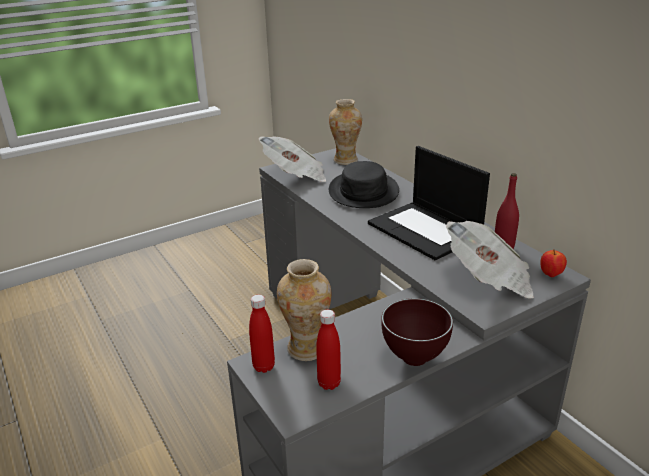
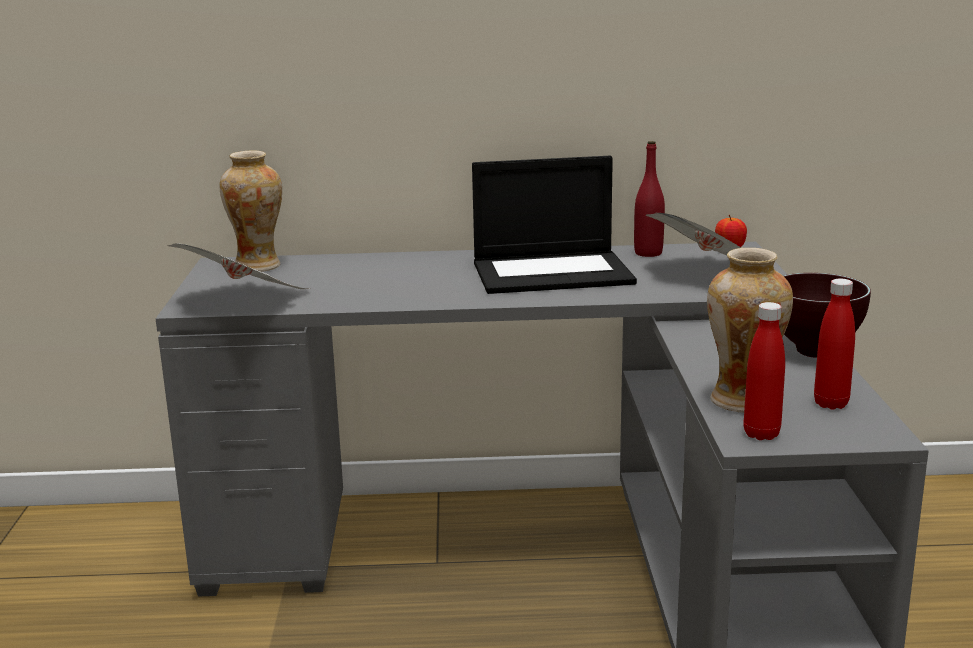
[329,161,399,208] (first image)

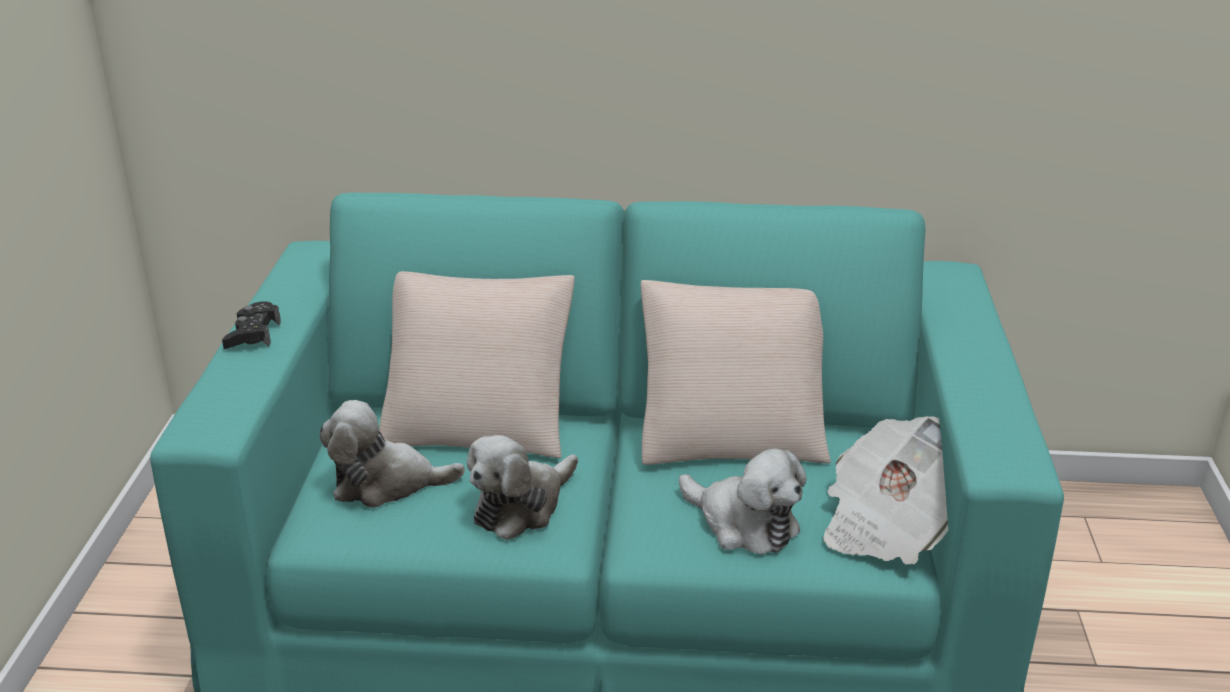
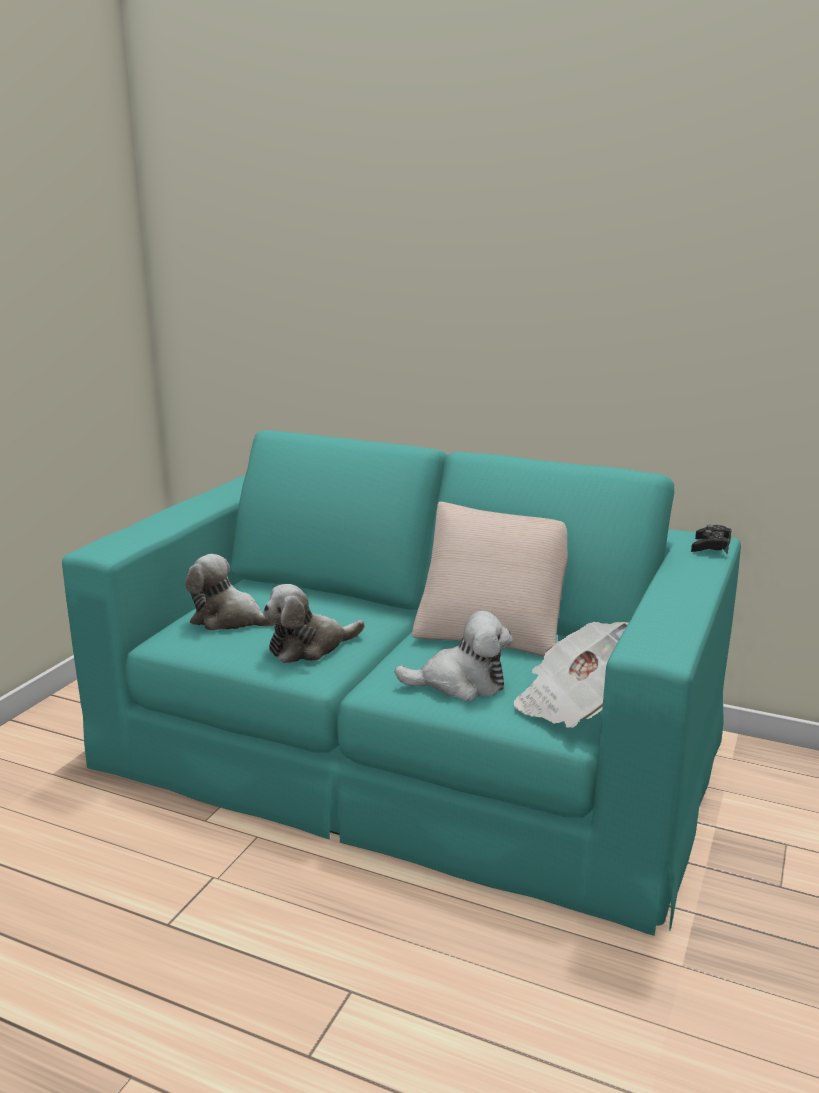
[379,271,575,458] (first image)
[691,525,732,554]
[395,610,513,701]

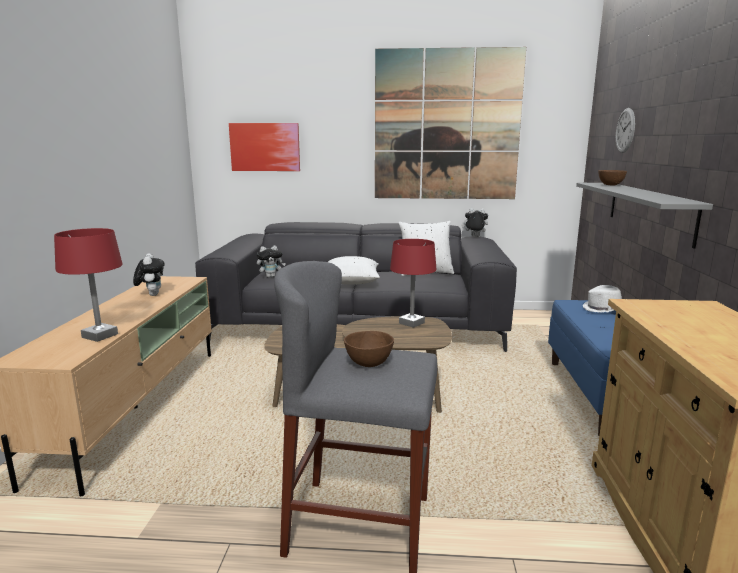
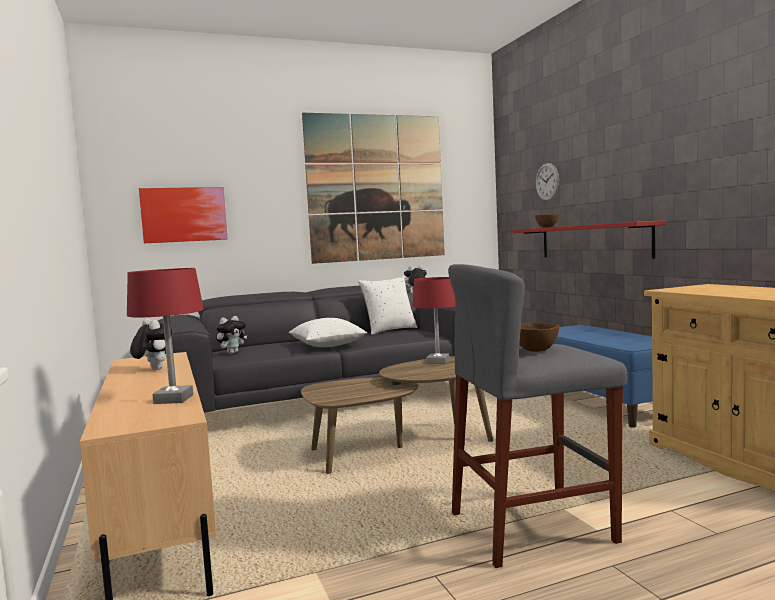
[583,285,622,313] (first image)
[513,220,666,259]

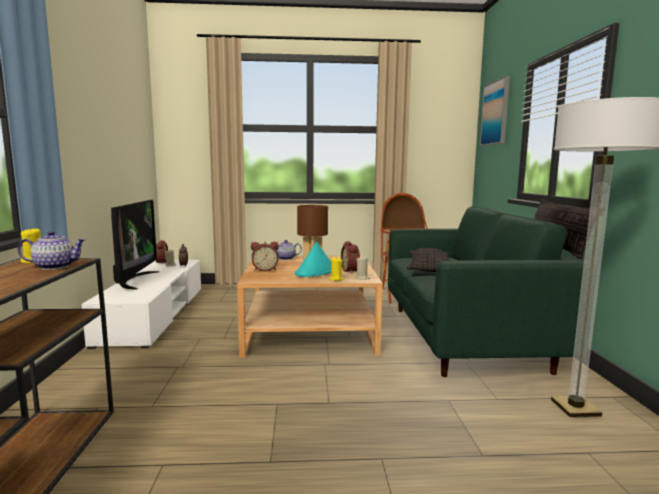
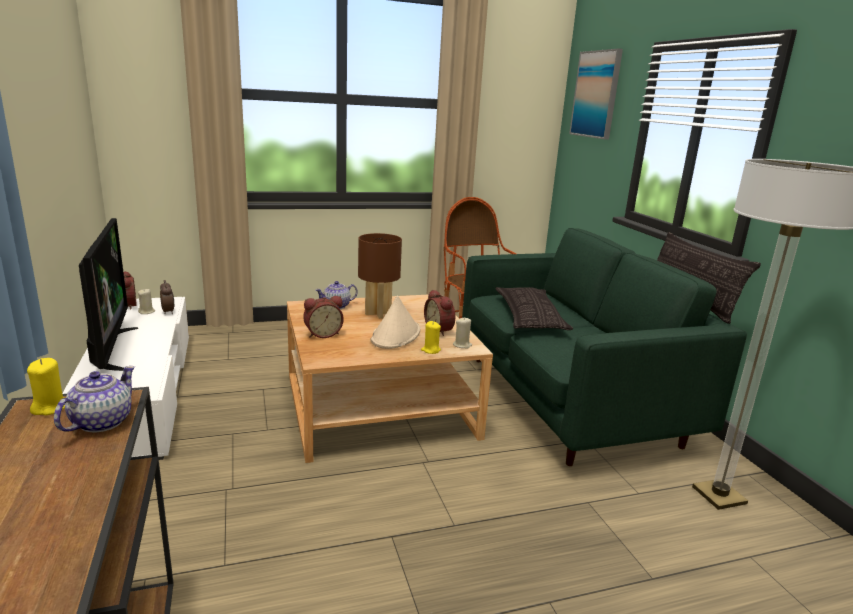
[370,295,420,349]
[54,366,135,432]

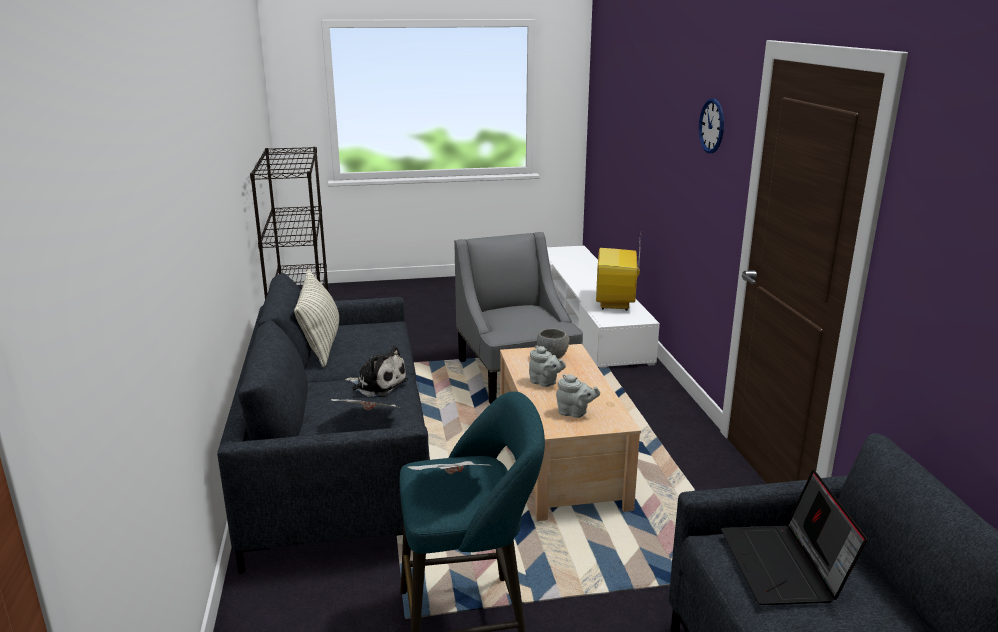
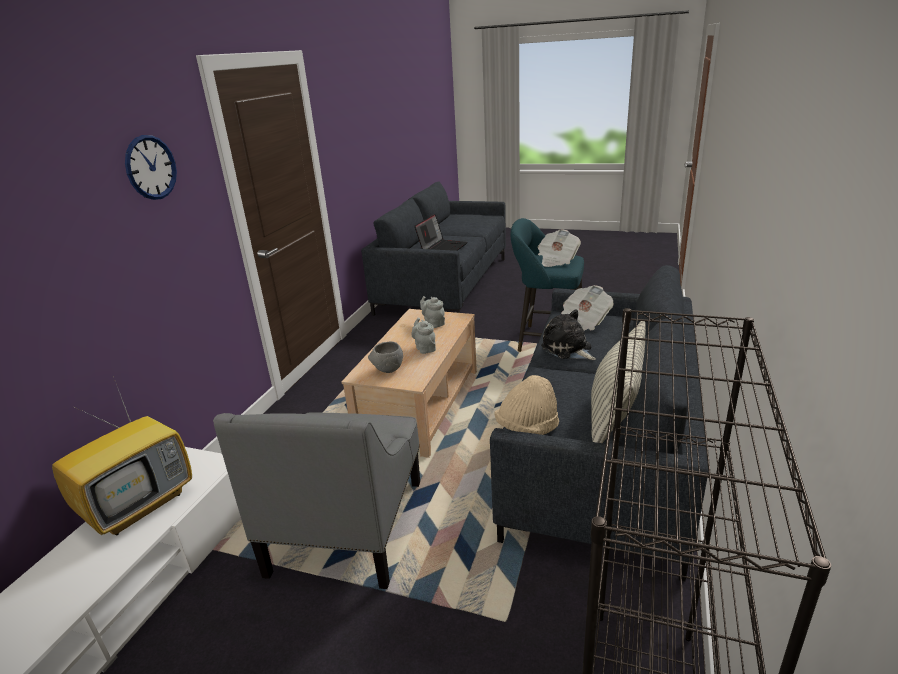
[494,375,559,435]

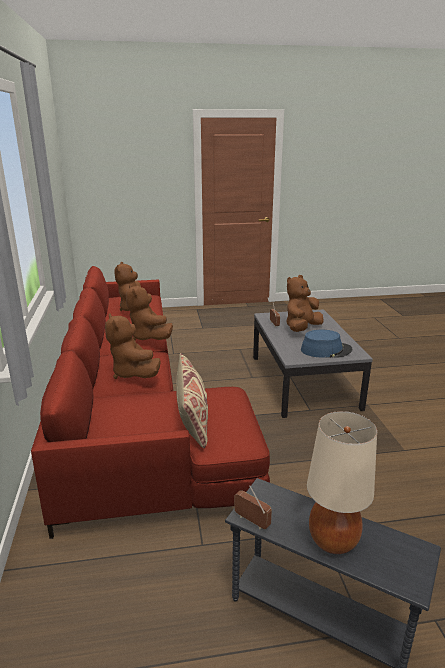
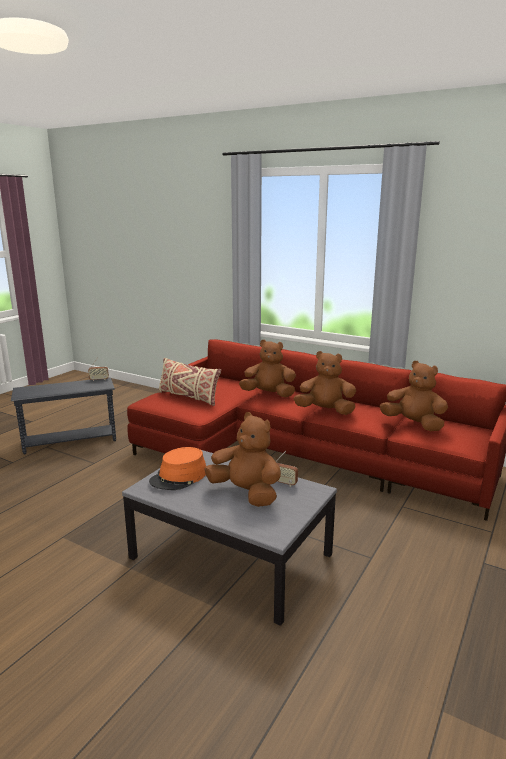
[307,411,377,554] (first image)
[149,447,206,490]
[205,412,281,507]

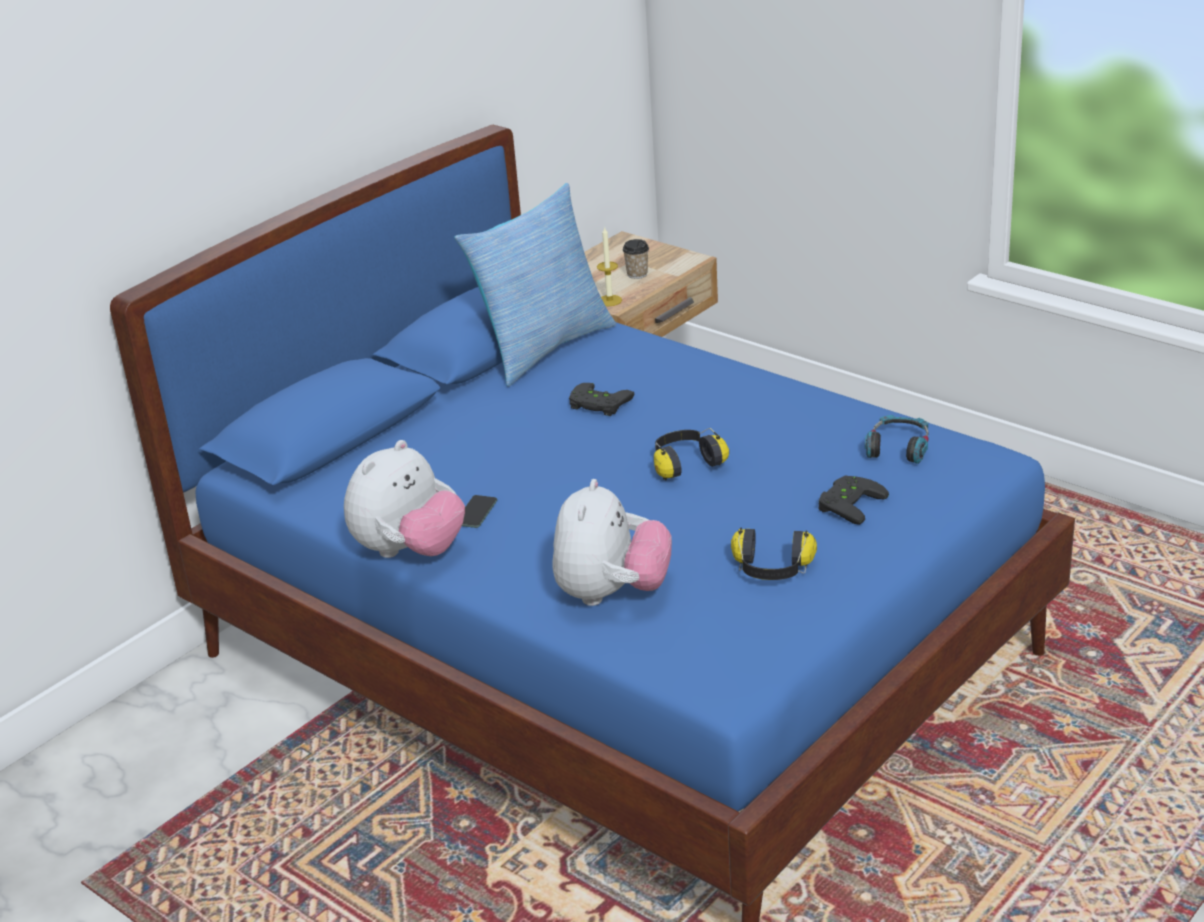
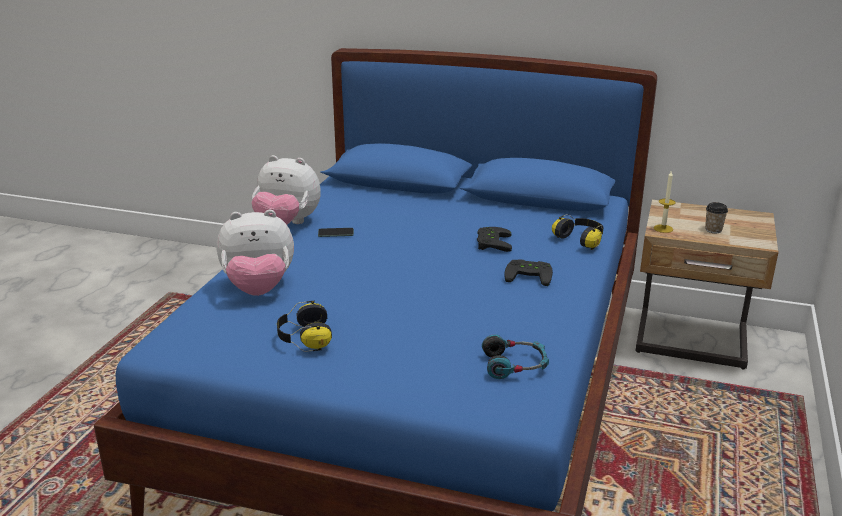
[454,183,616,387] (first image)
[552,214,604,250]
[504,260,553,286]

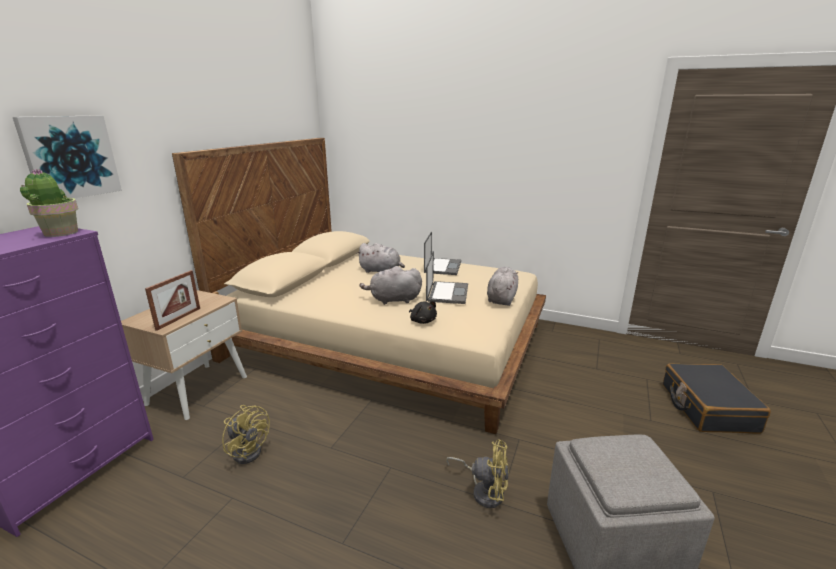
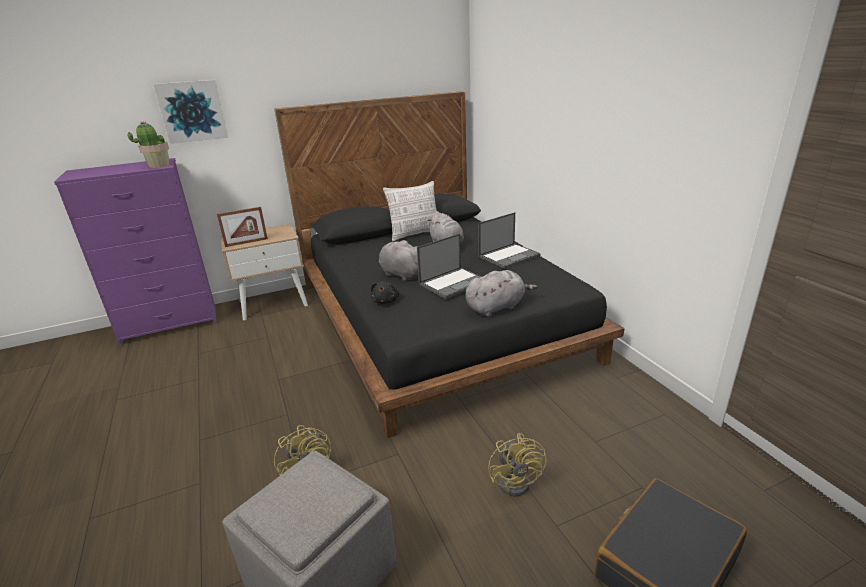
[383,181,437,241]
[488,433,547,497]
[274,91,624,438]

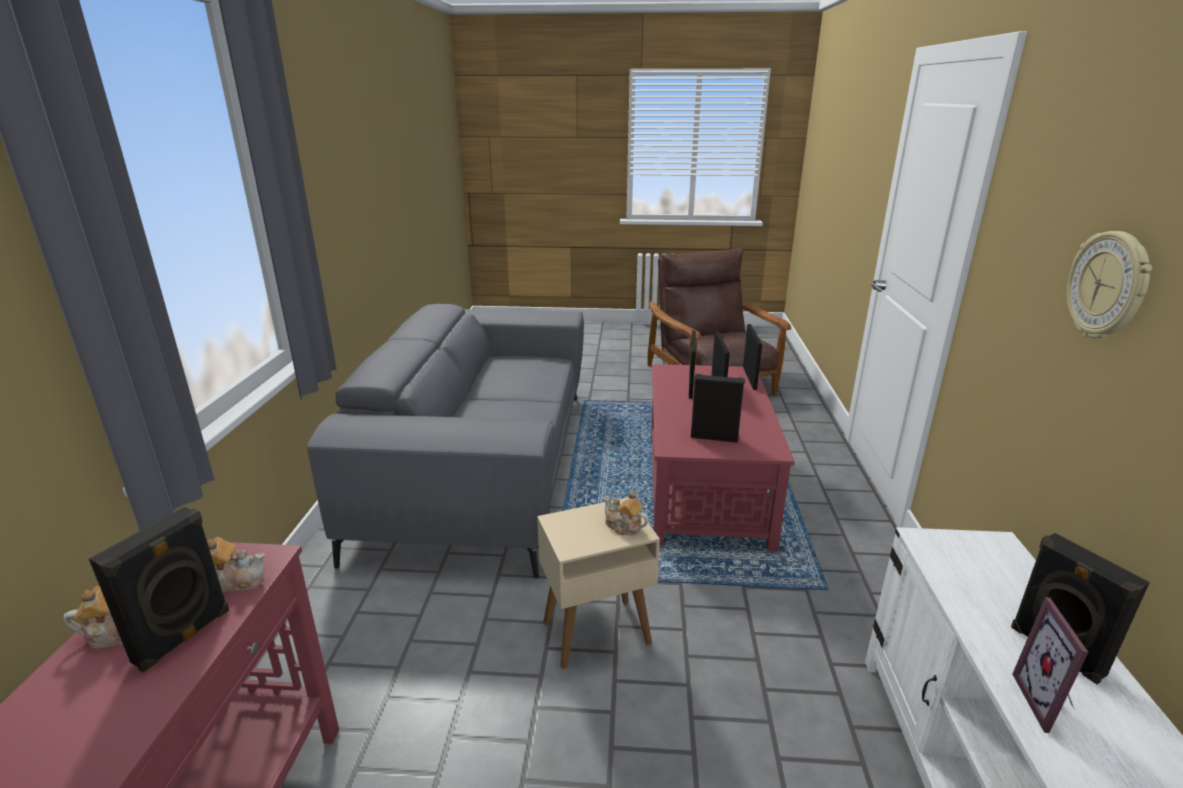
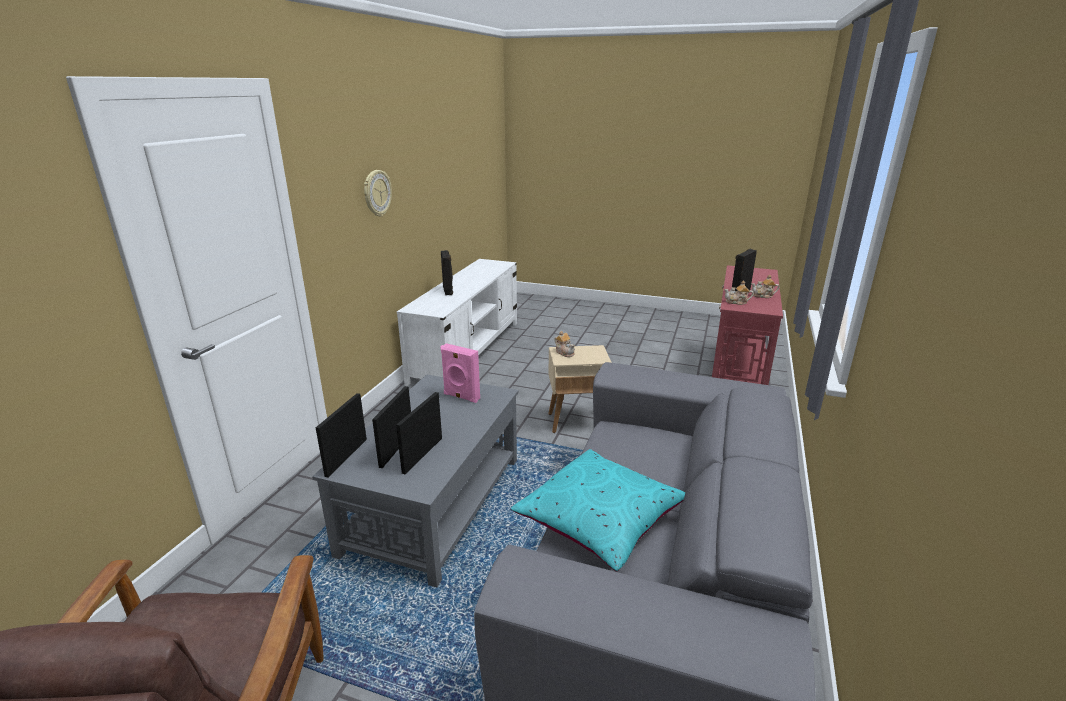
[1012,597,1088,733] (first image)
[511,449,685,572]
[312,375,519,588]
[440,343,480,403]

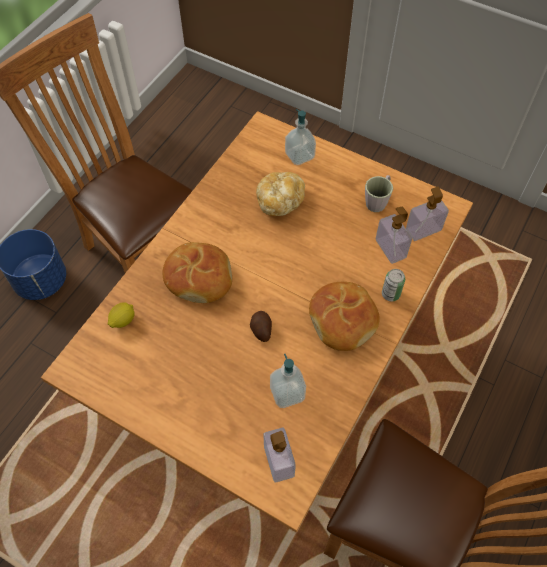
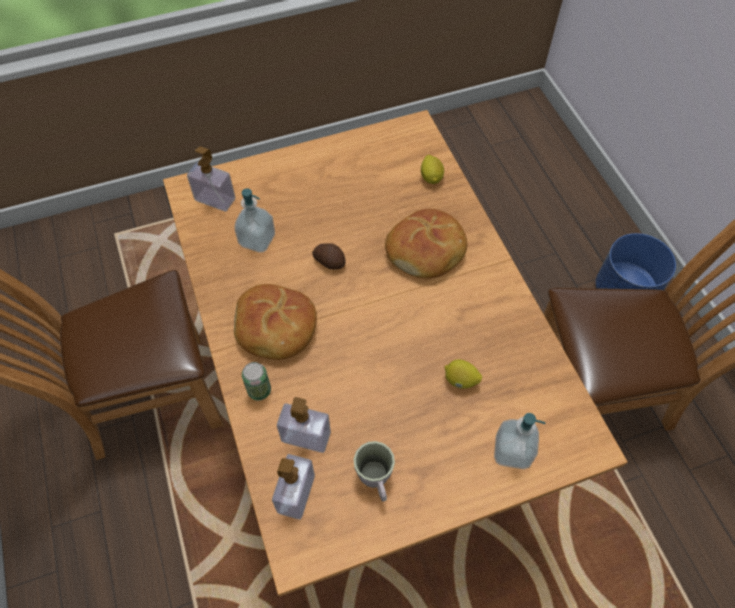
[444,359,482,389]

